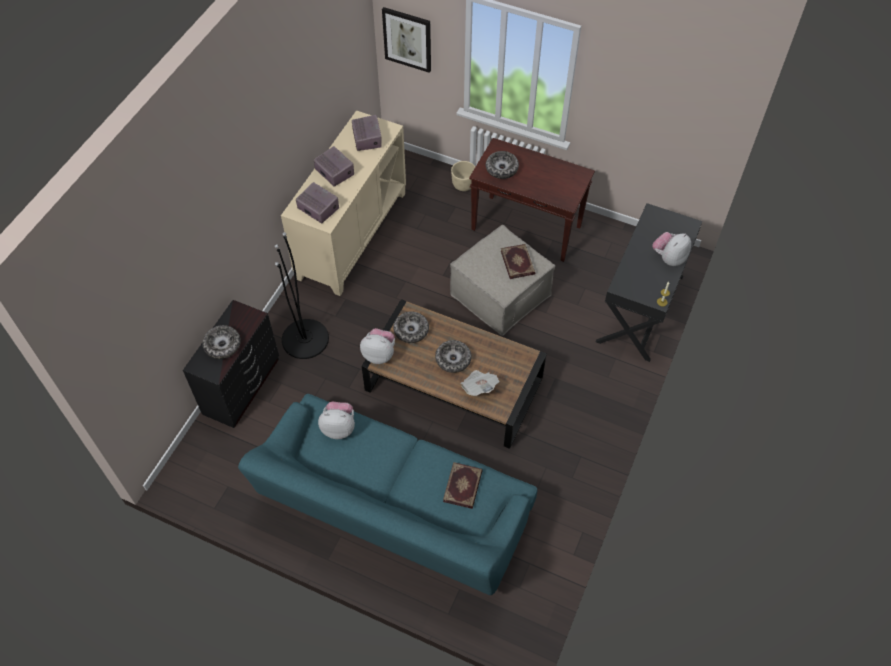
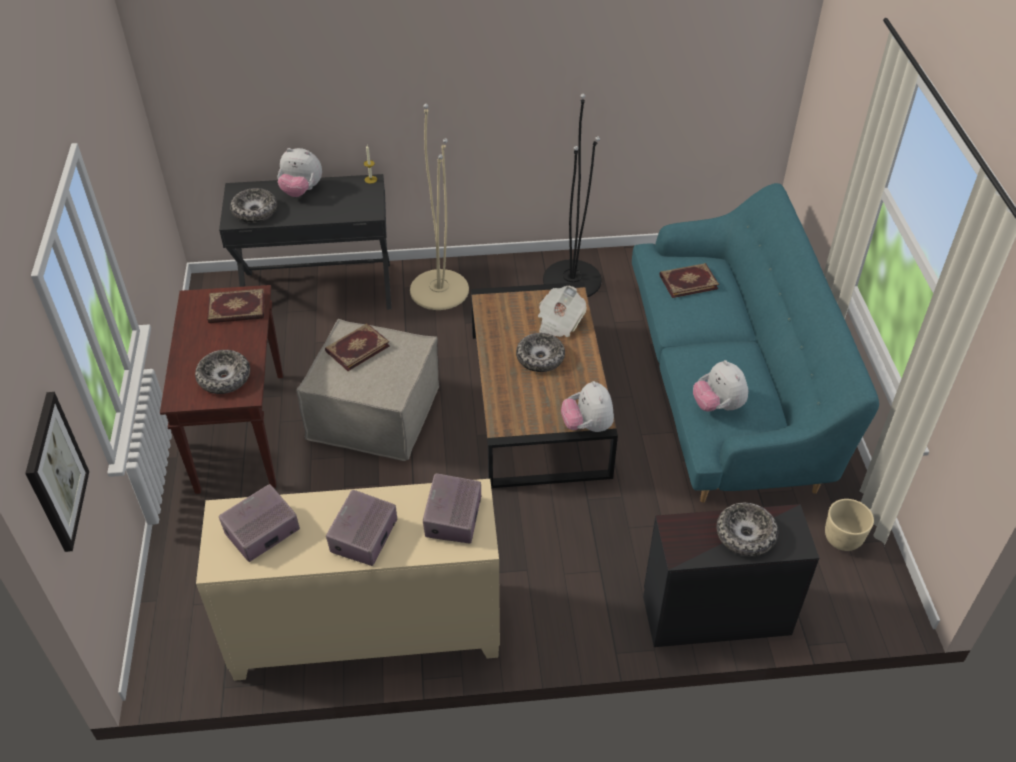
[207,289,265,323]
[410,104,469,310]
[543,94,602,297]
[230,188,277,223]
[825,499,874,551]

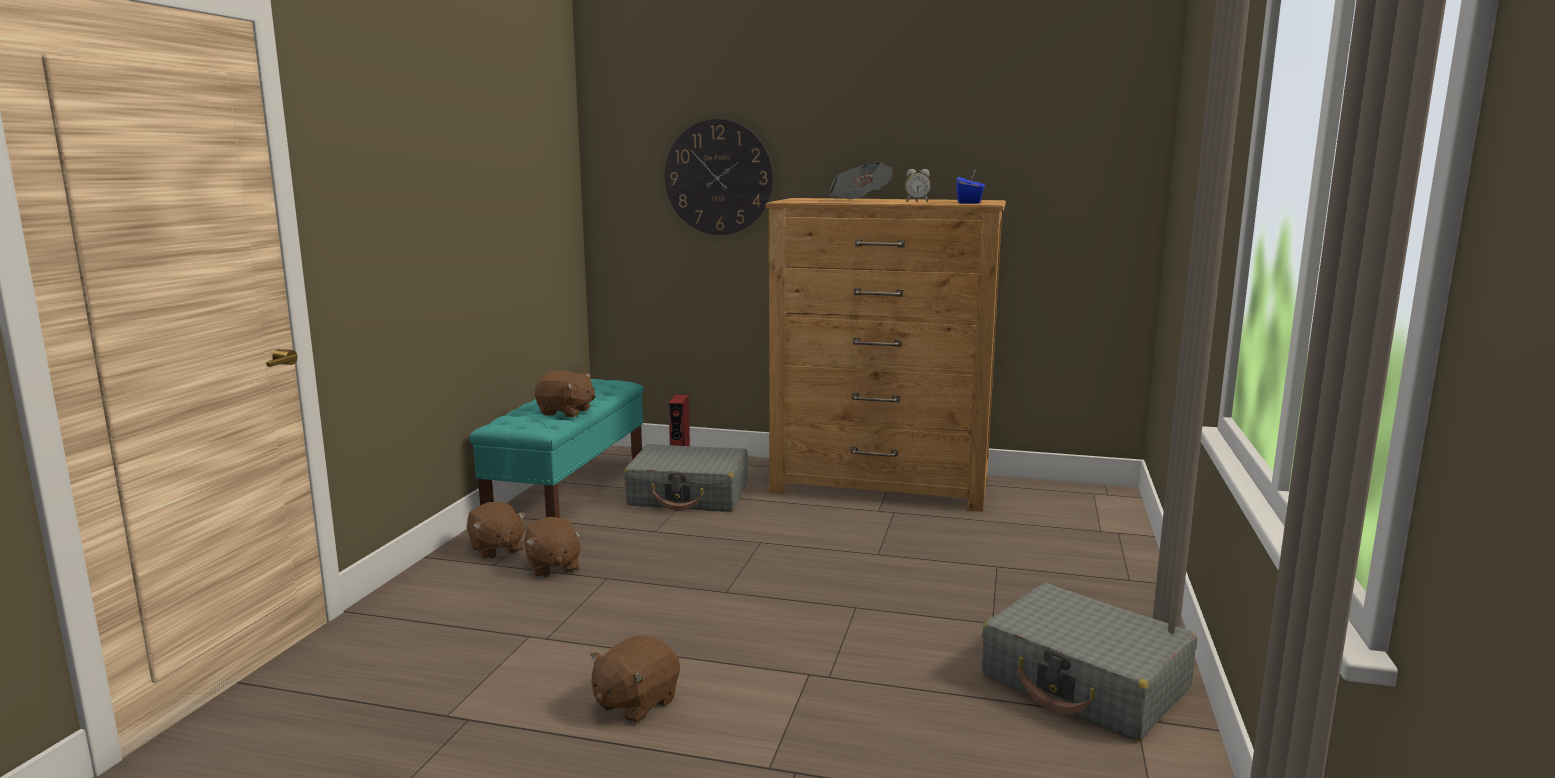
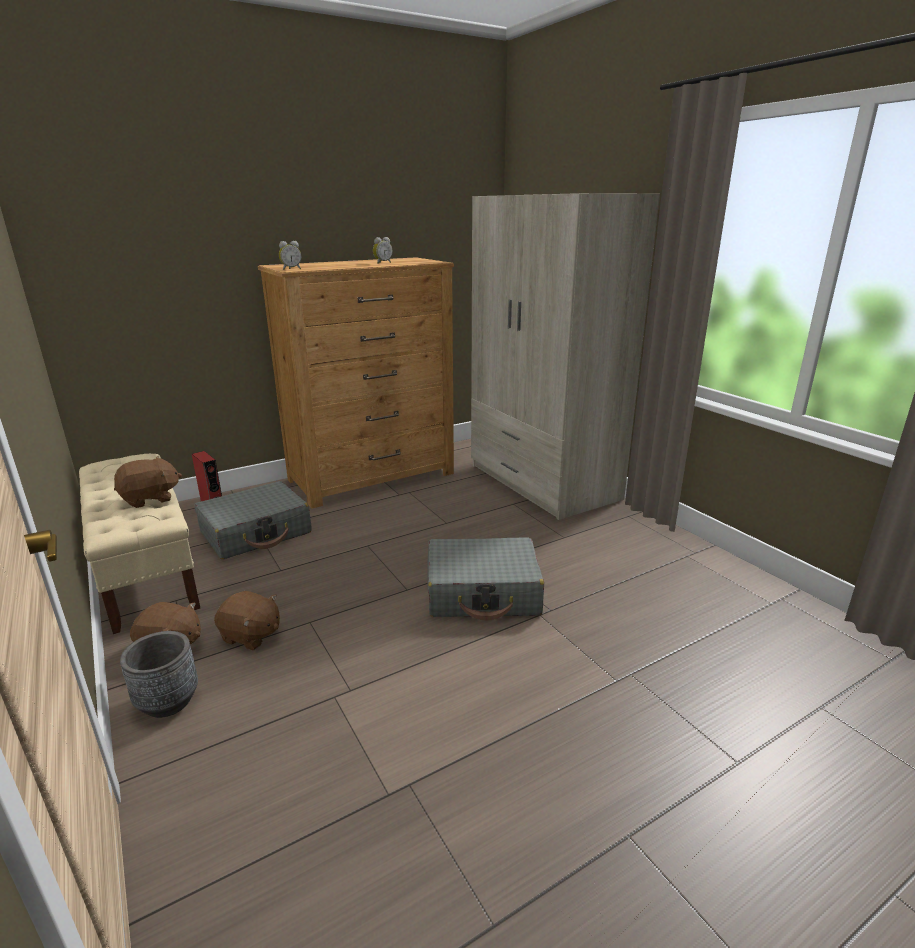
[590,636,680,723] (first image)
[665,119,773,235] (first image)
[829,162,893,199] (first image)
[956,170,985,204] (first image)
[120,631,198,718]
[279,241,301,270]
[471,193,660,520]
[428,538,544,620]
[79,454,200,634]

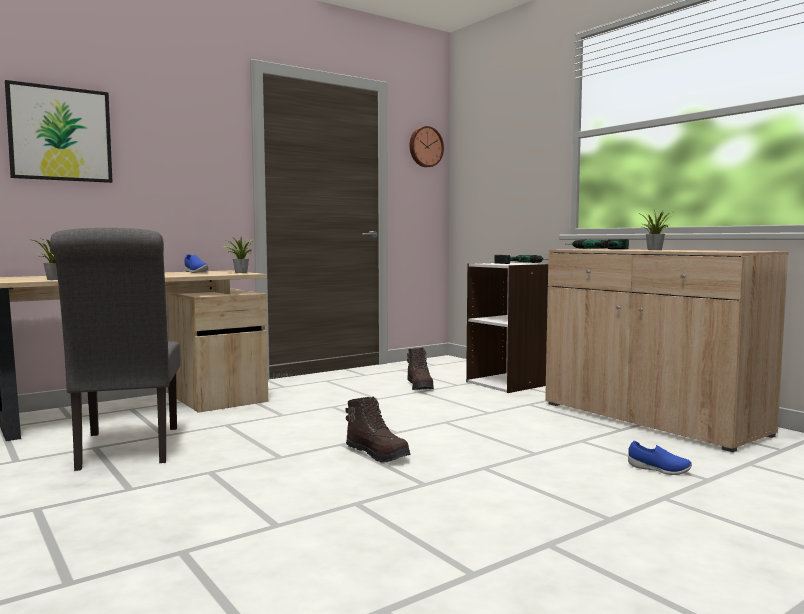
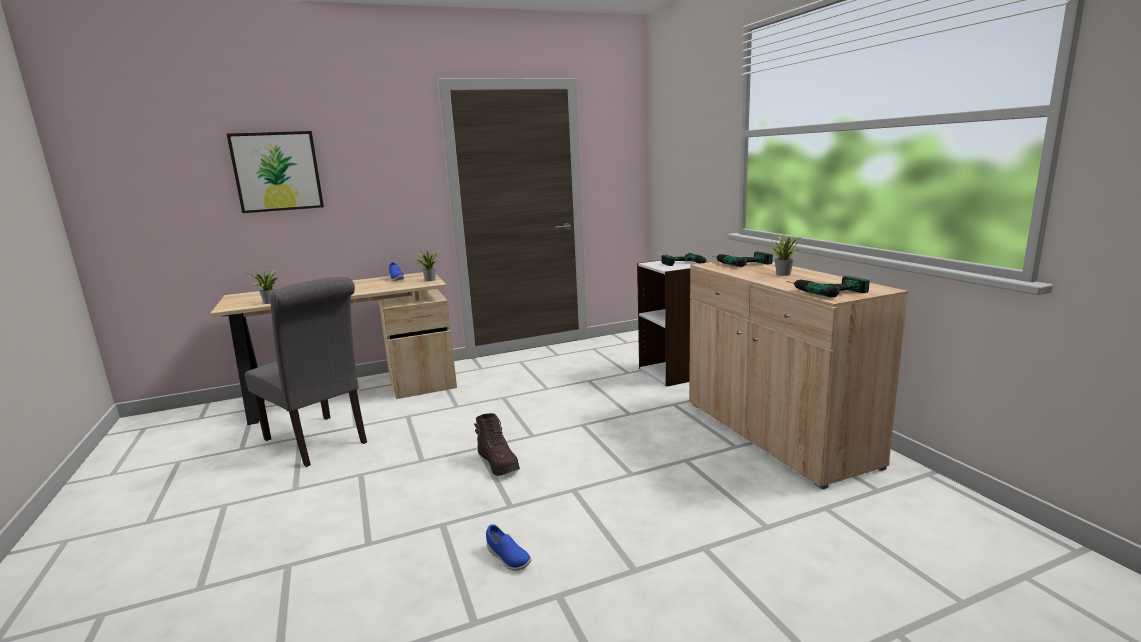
[407,348,434,390] (first image)
[410,126,444,167] (first image)
[786,276,870,297]
[486,524,531,571]
[245,277,367,467]

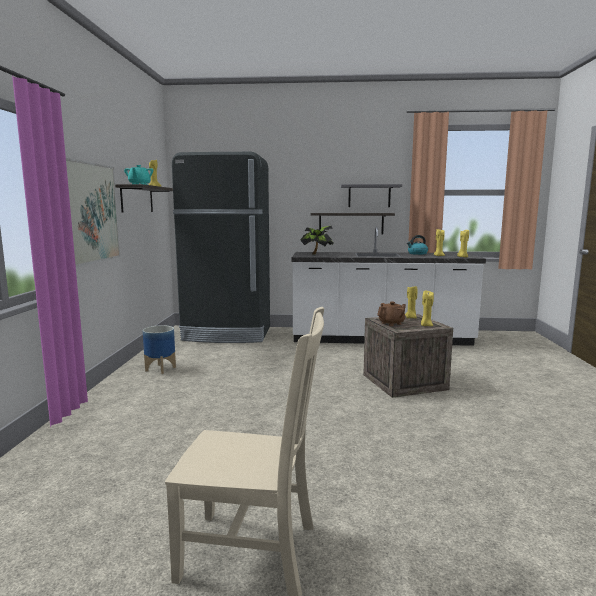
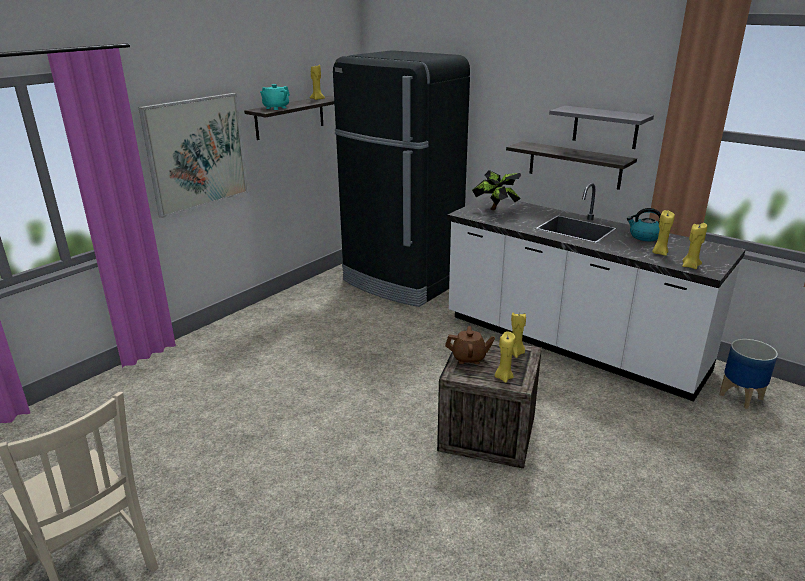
[719,339,778,409]

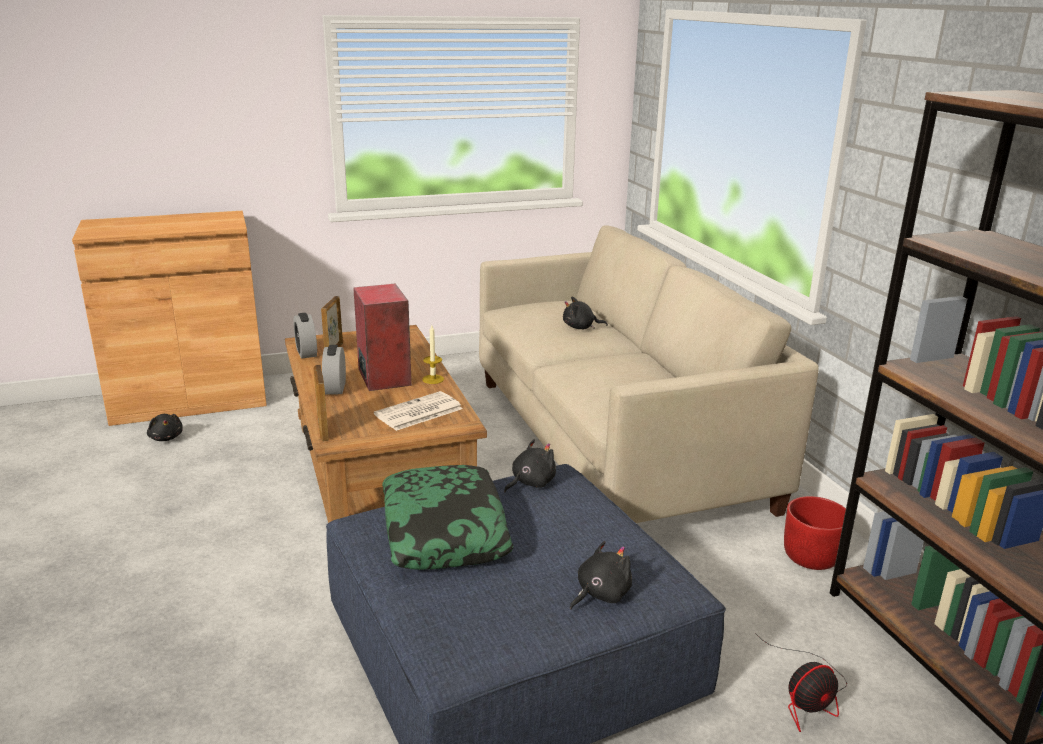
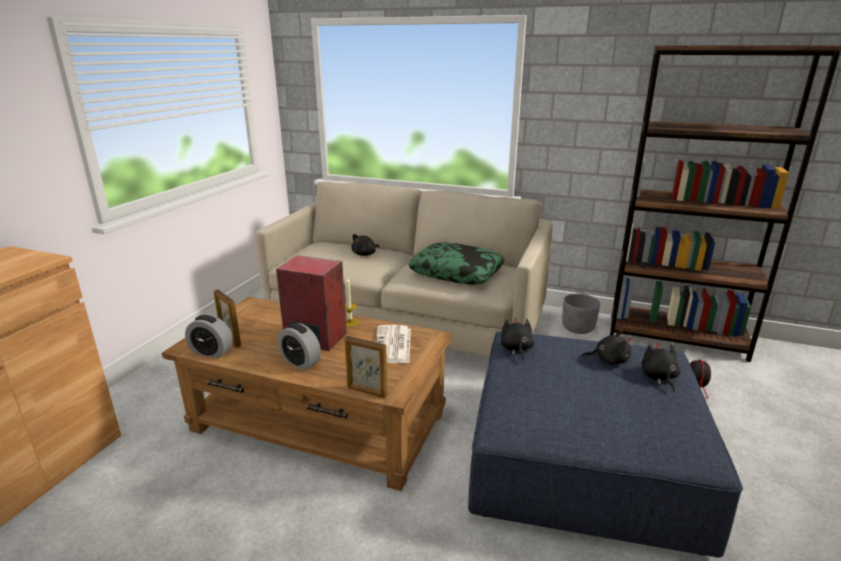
[581,331,632,365]
[408,242,505,285]
[562,294,600,334]

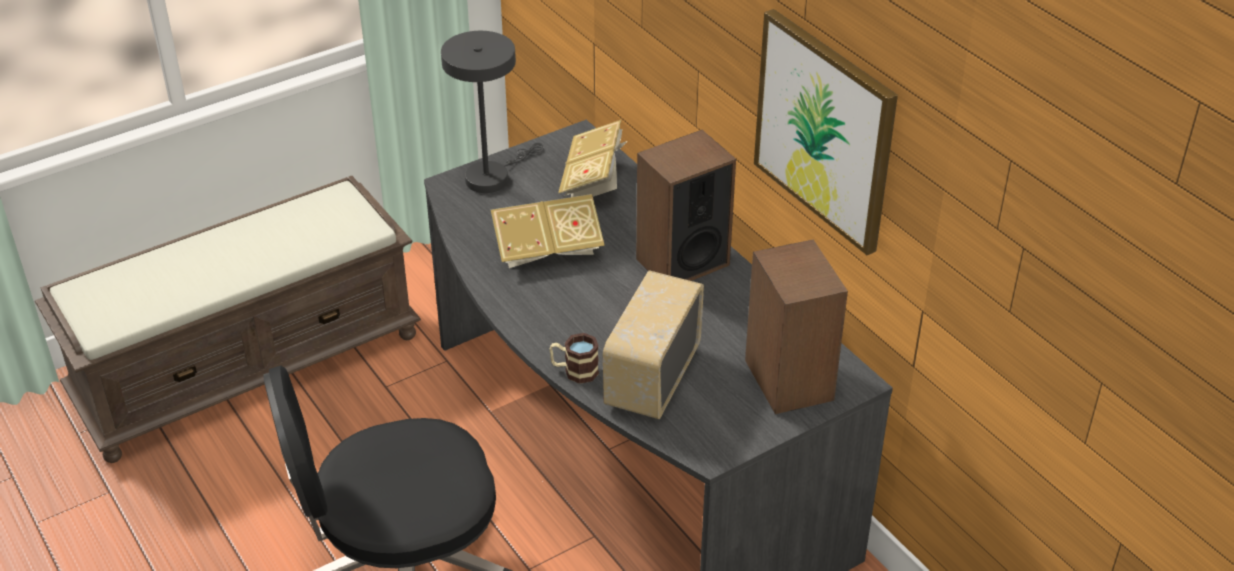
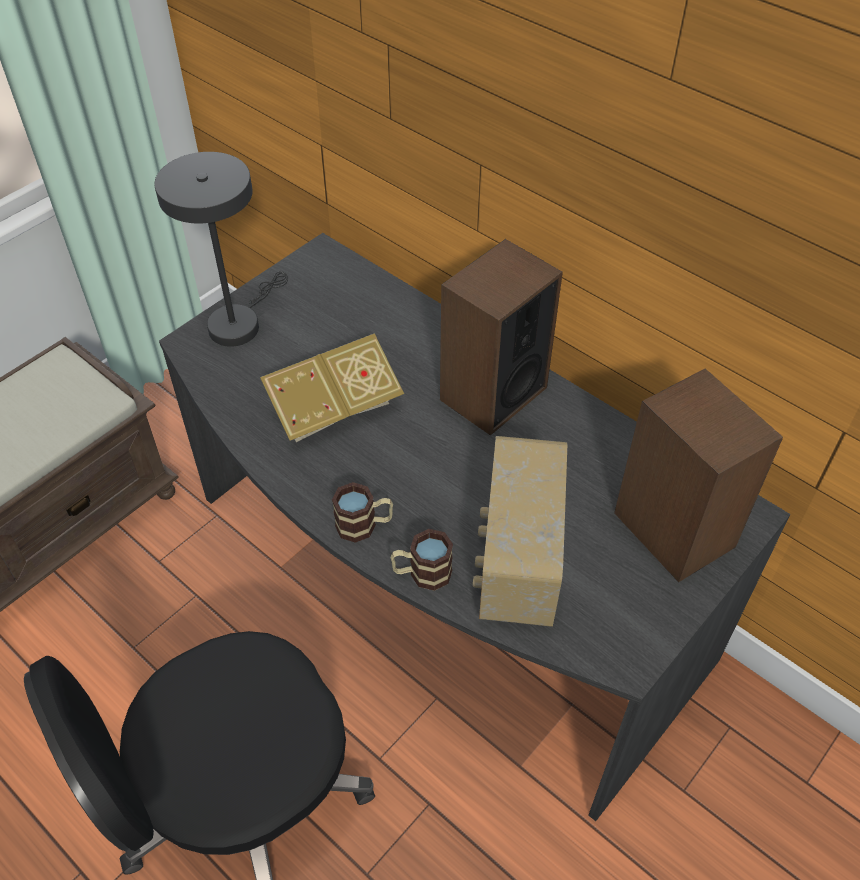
[558,120,627,197] (first image)
[754,9,898,255] (first image)
[332,482,393,543]

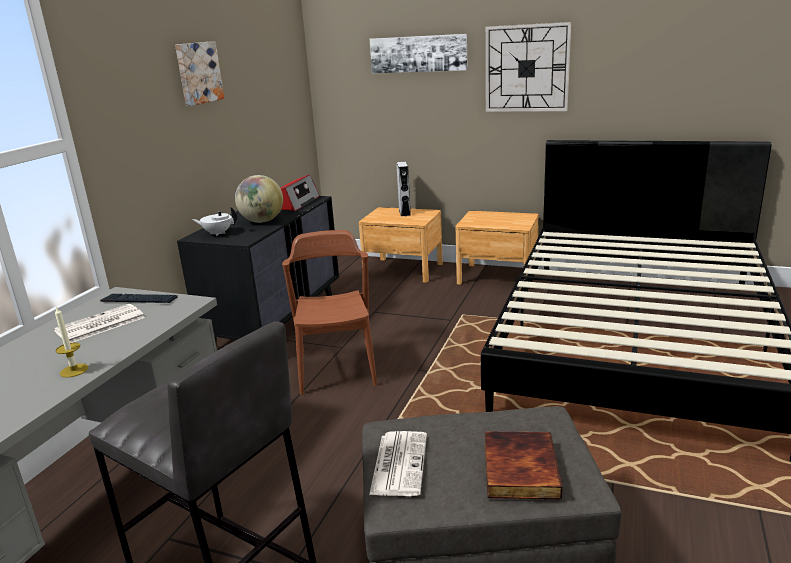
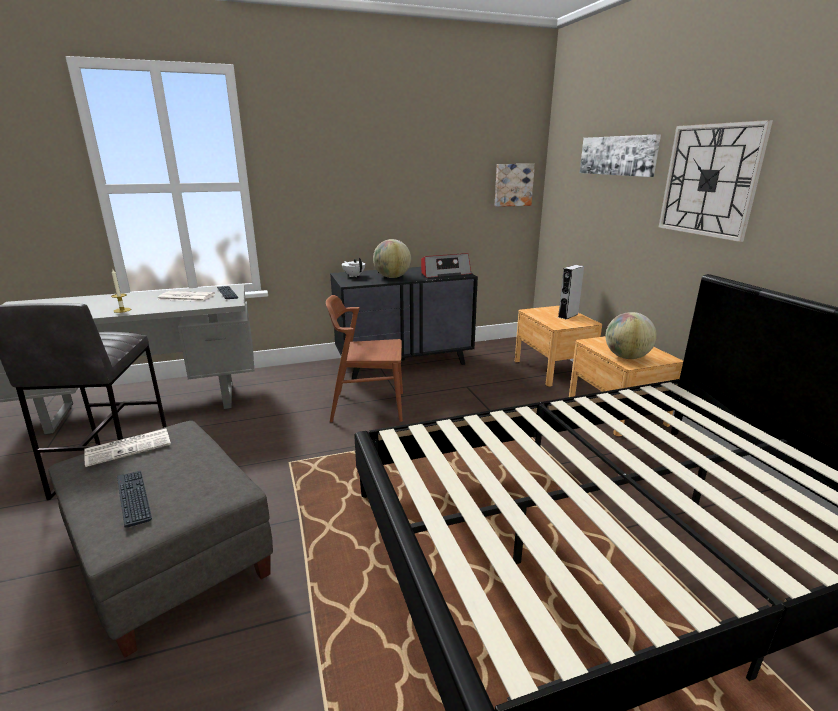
[606,312,657,359]
[495,164,535,207]
[117,471,152,528]
[326,295,403,422]

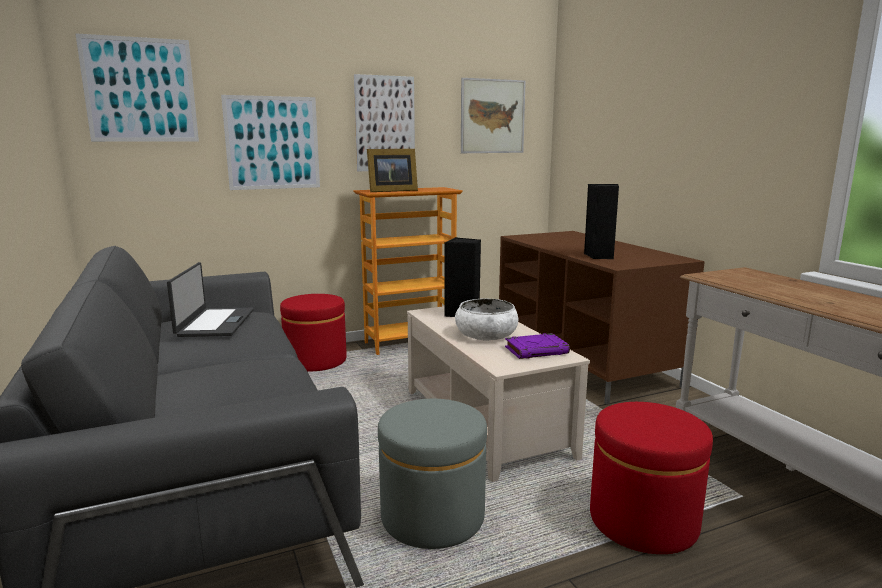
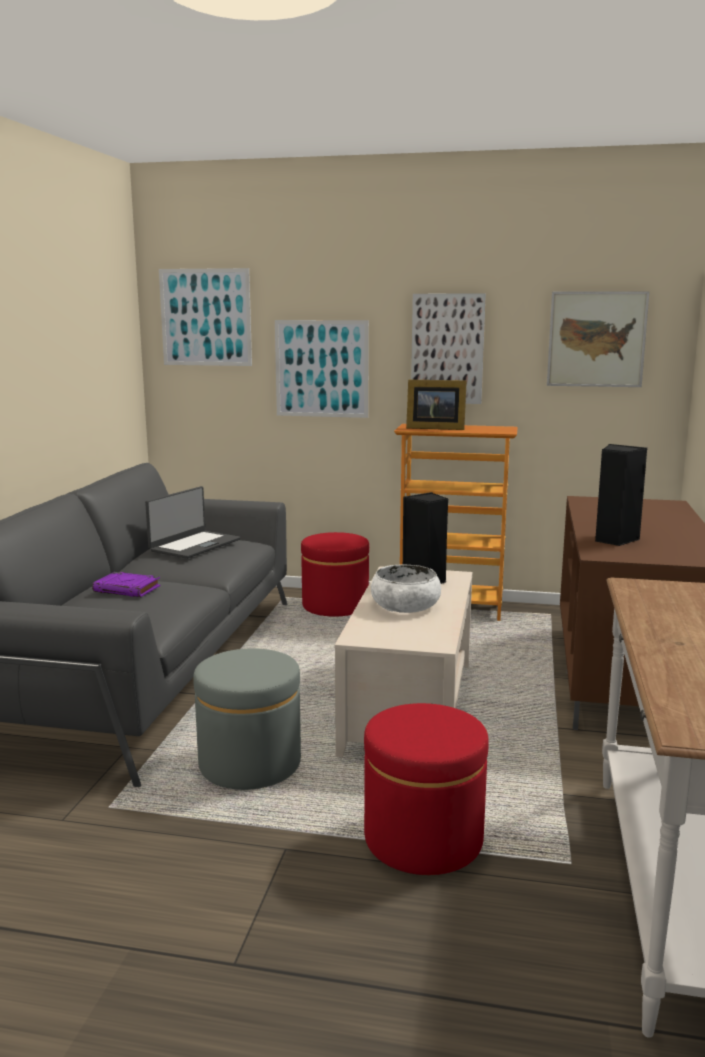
[92,572,160,597]

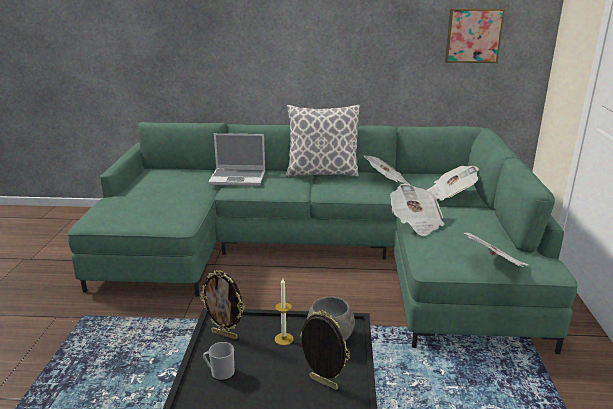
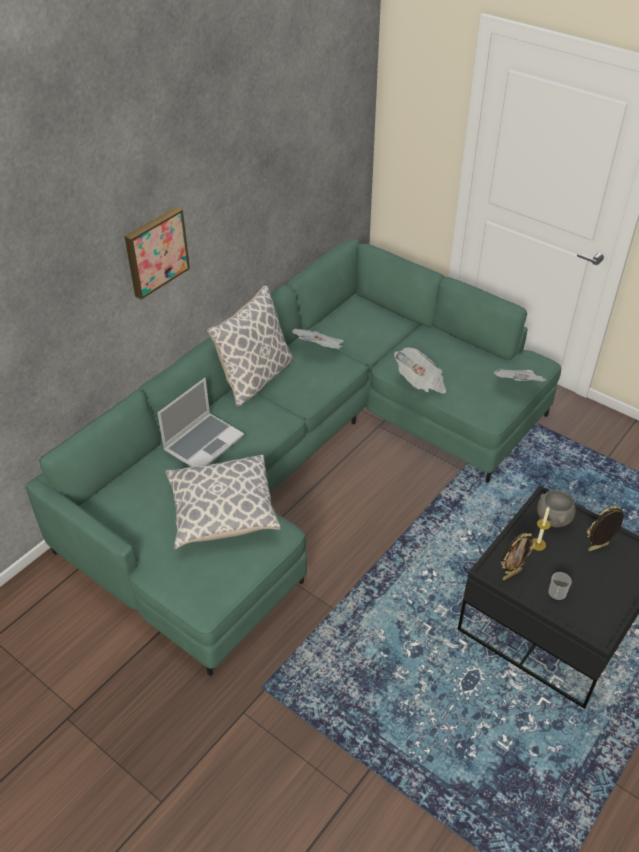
[427,166,479,201] (first image)
[166,455,281,550]
[125,207,190,300]

